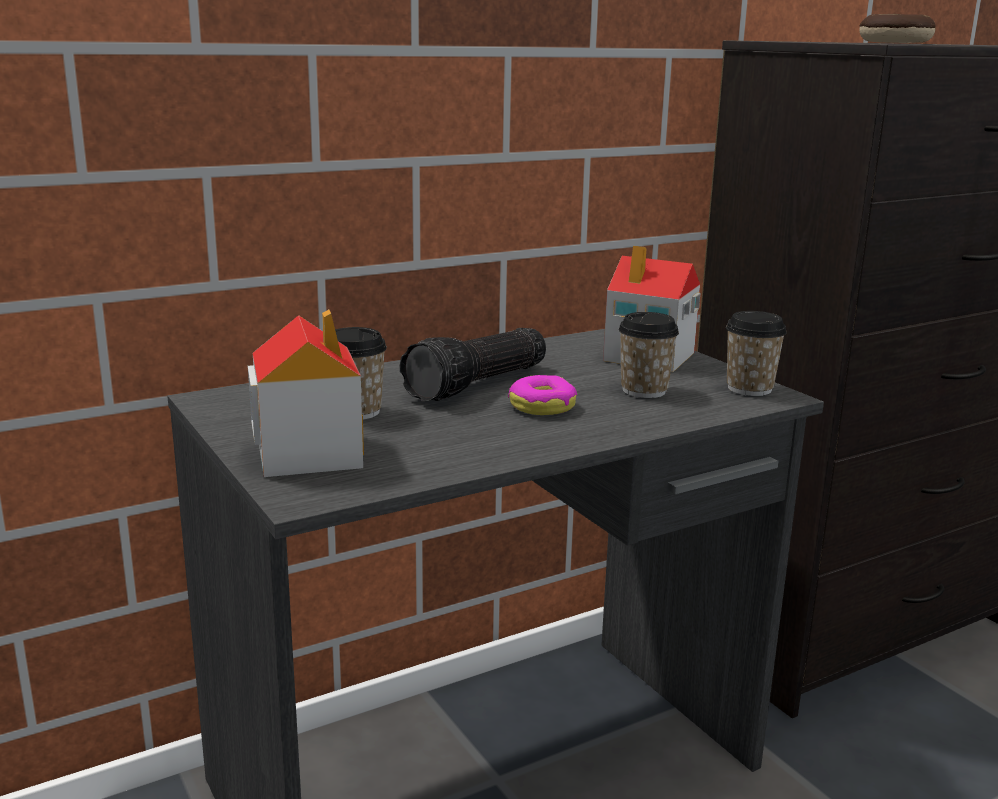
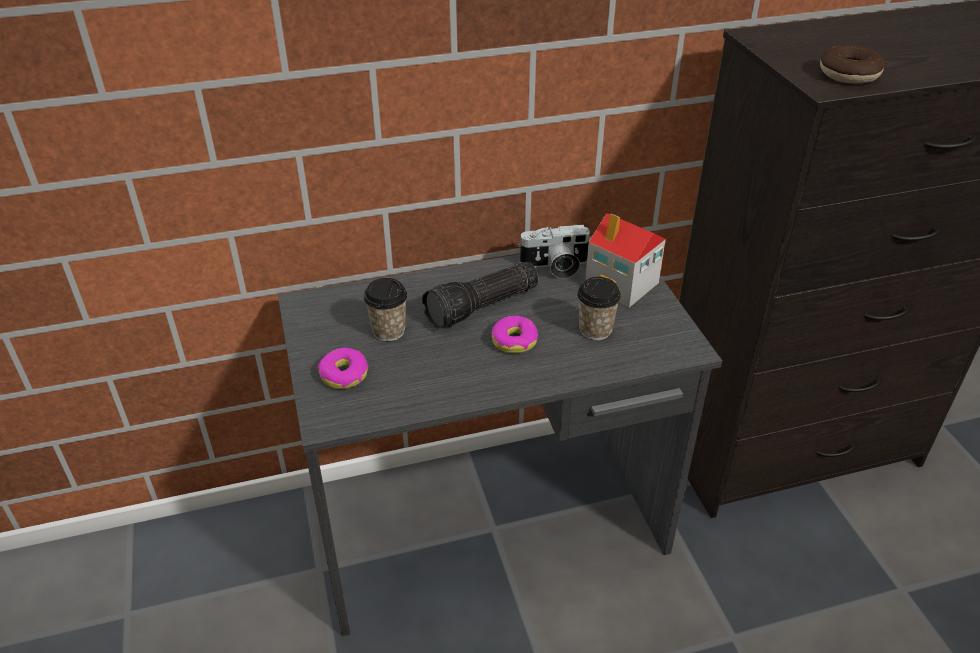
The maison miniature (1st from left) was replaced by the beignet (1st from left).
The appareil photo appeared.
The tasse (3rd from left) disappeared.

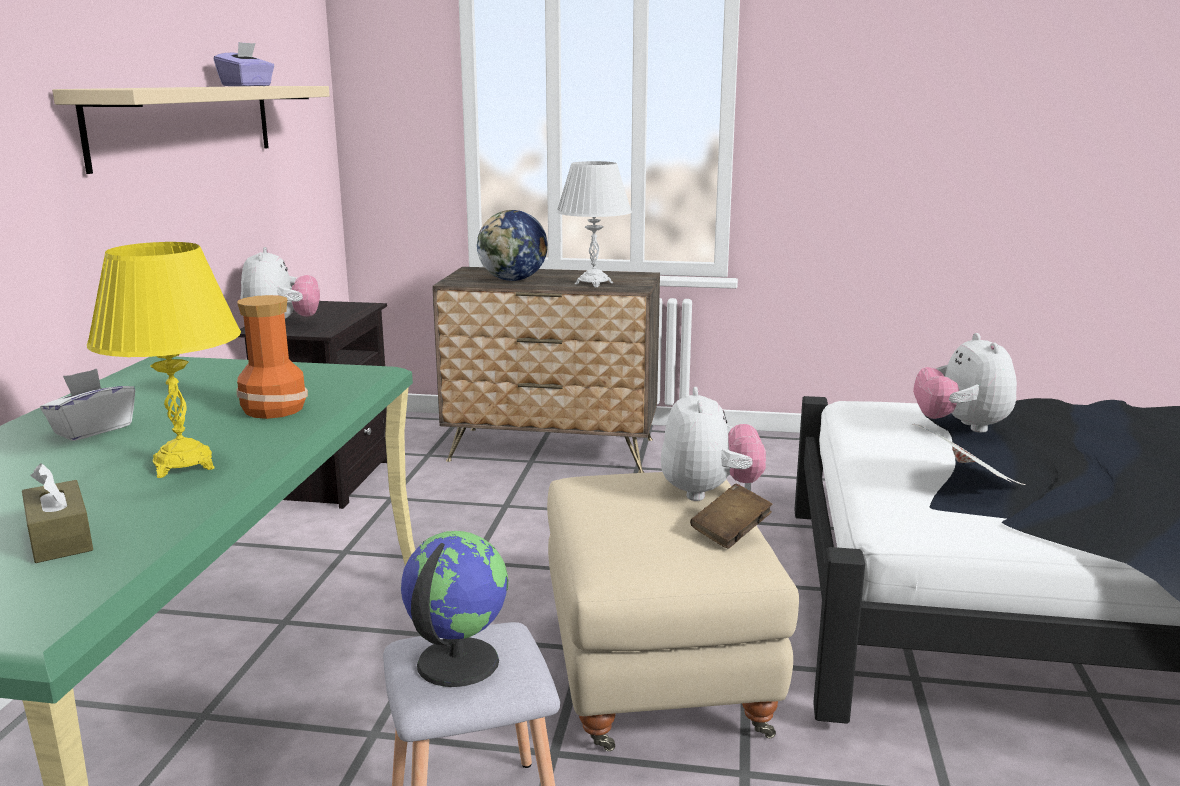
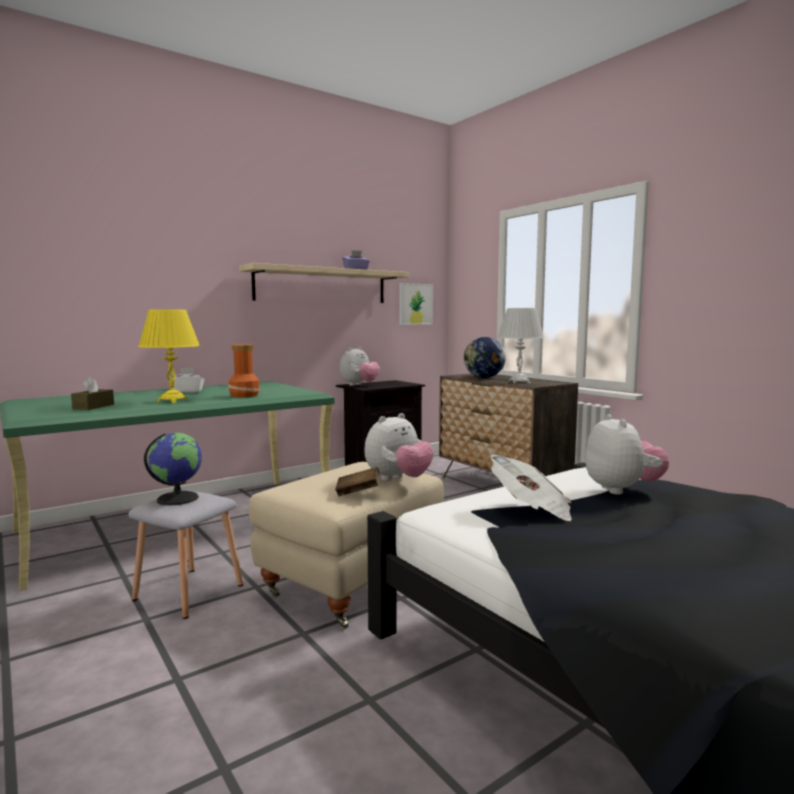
The tableau appeared.
The peluche (3rd from left) turned 135 degrees clockwise.

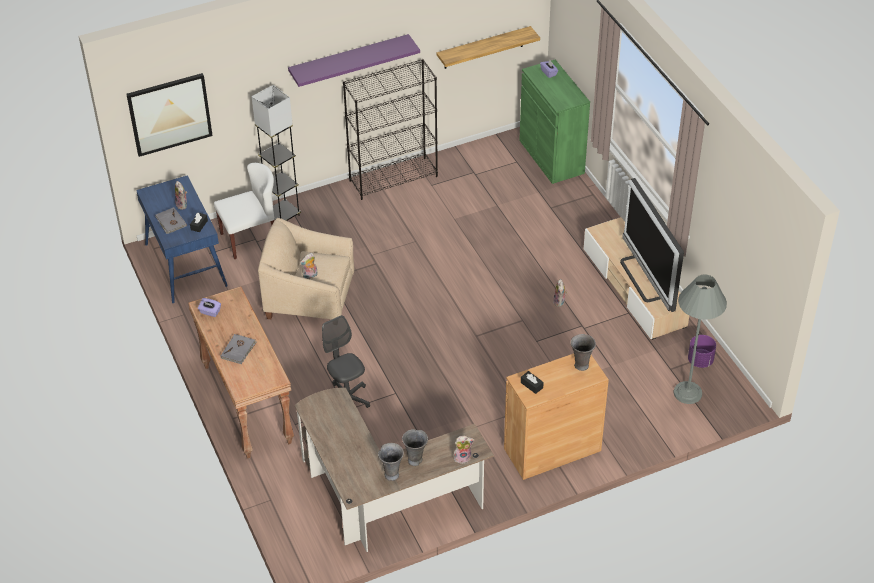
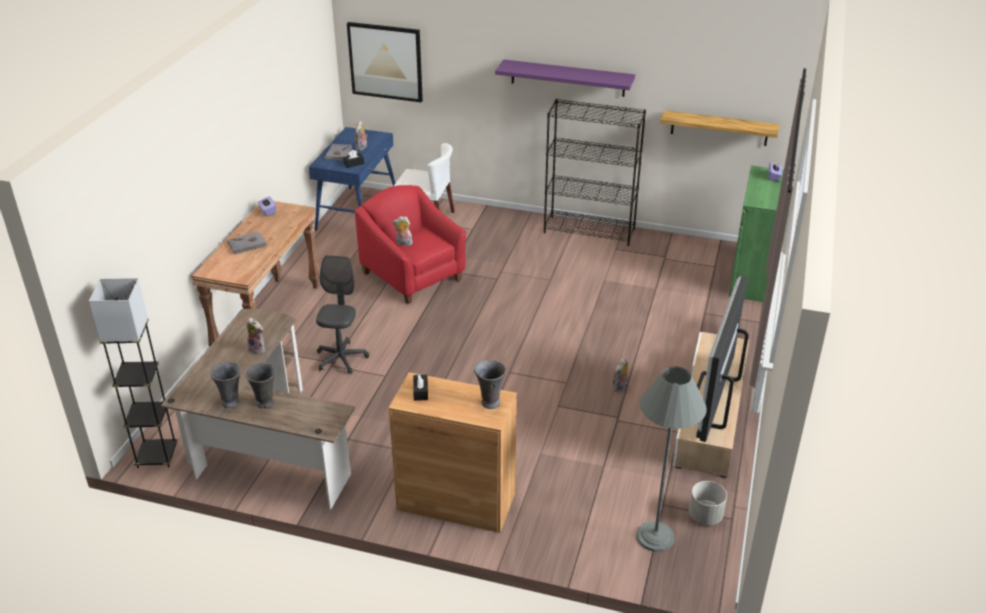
The lampadaire (gris) (1st from left) moved.
The peluche (3rd from left in the first image) moved.
The fauteuil (beige) became the fauteuil (rouge).
The cache-pot (violet) became the cache-pot (gris).

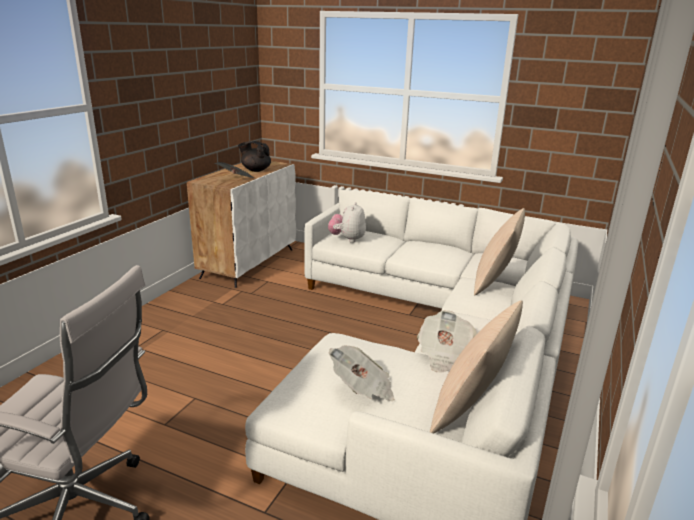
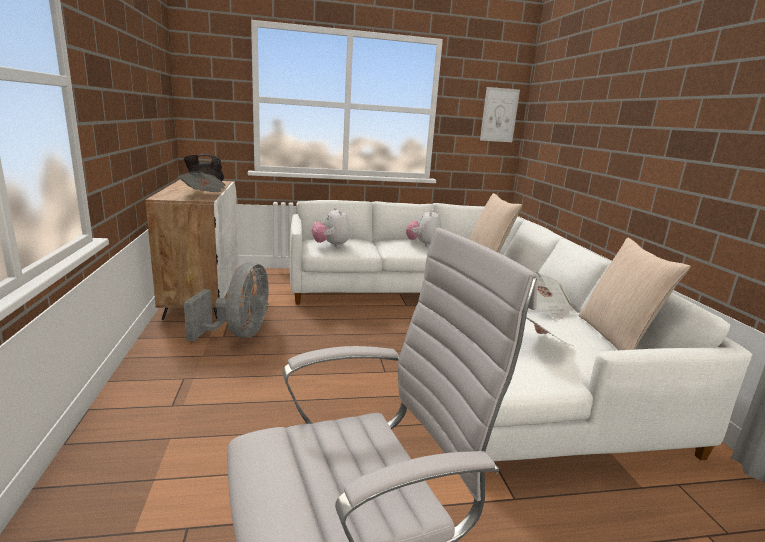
The ventilateur (gris) appeared.
The peluche (2nd from left) appeared.
The tableau appeared.

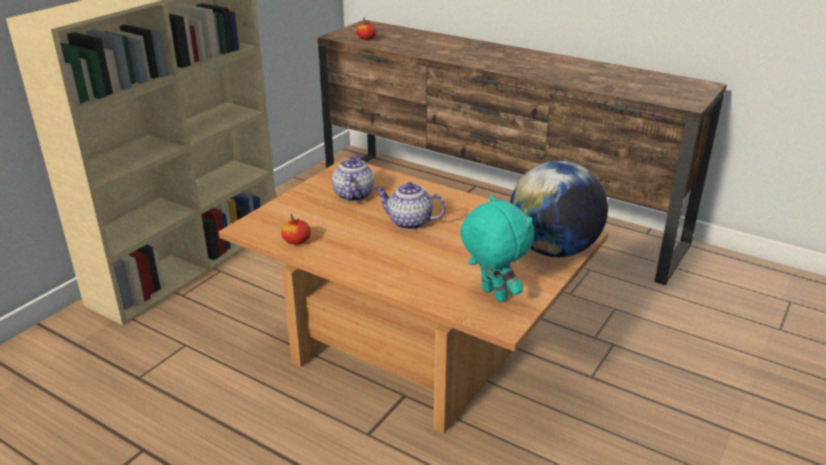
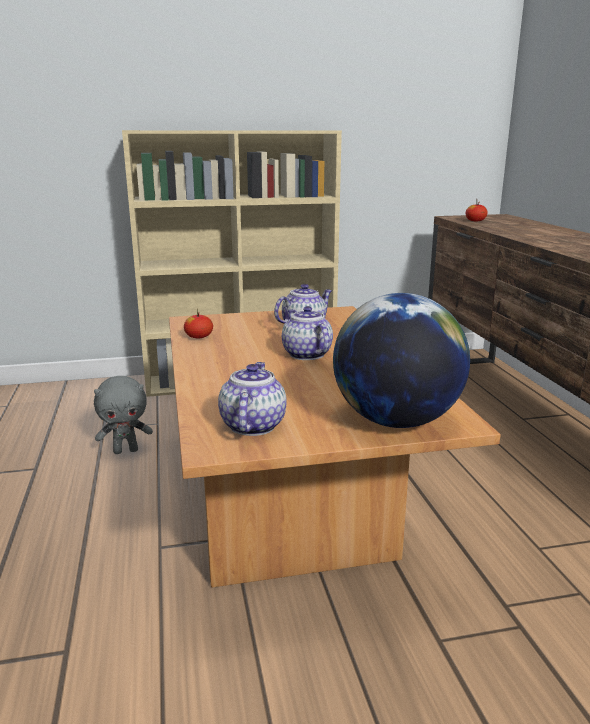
The peluche (gris) appeared.
The peluche (turquoise) was replaced by the théière (1st from left).

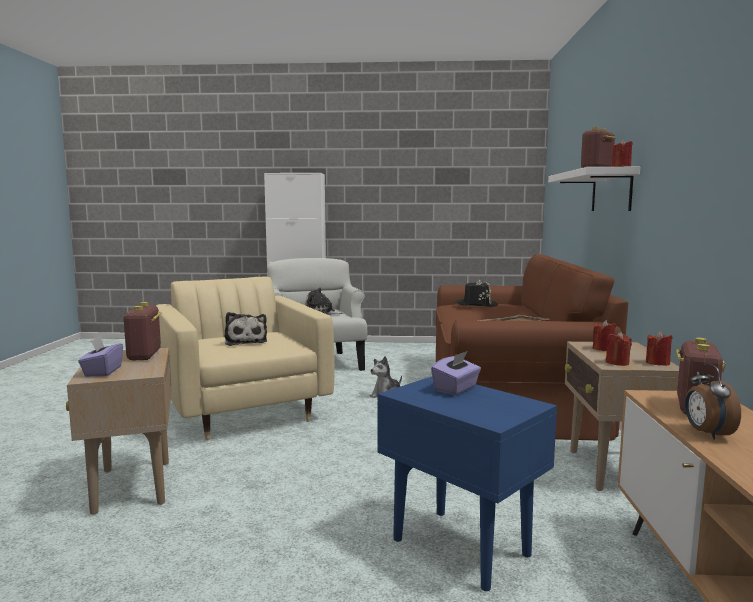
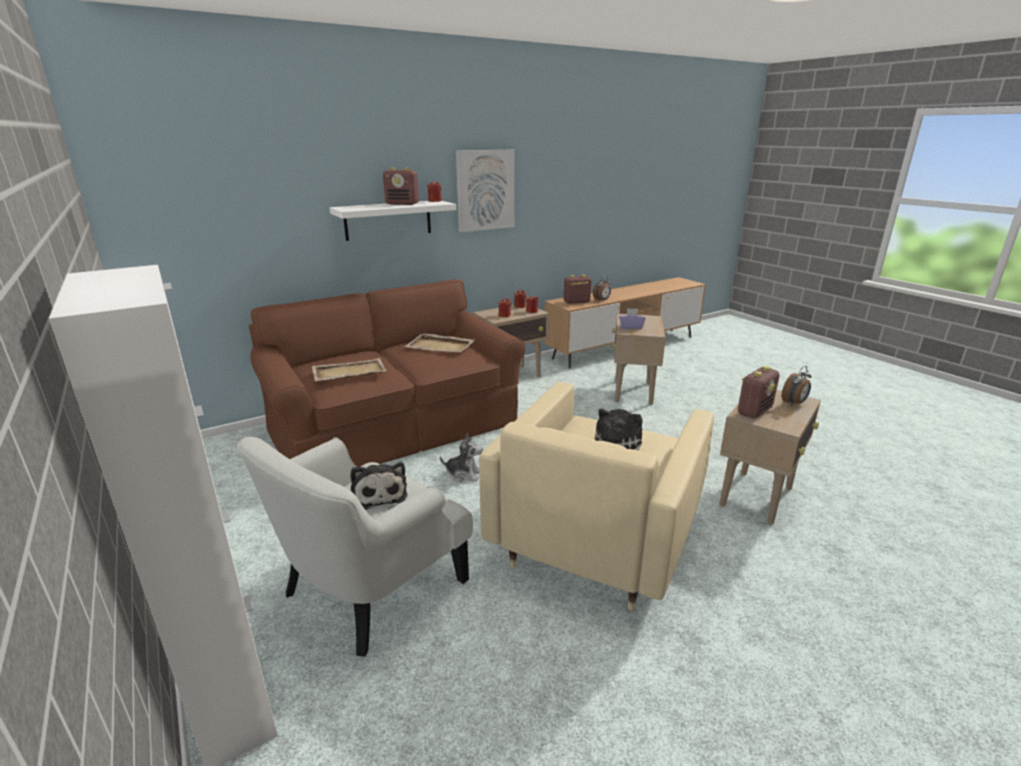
The chapeau (noir) was replaced by the plateau (beige) (1st from left).
The tableau appeared.
The table d'appoint (bleu) became the table d'appoint (beige) (2nd from left).
The boîte à mouchoirs (violet) (1st from left) was replaced by the réveil (2nd from left).

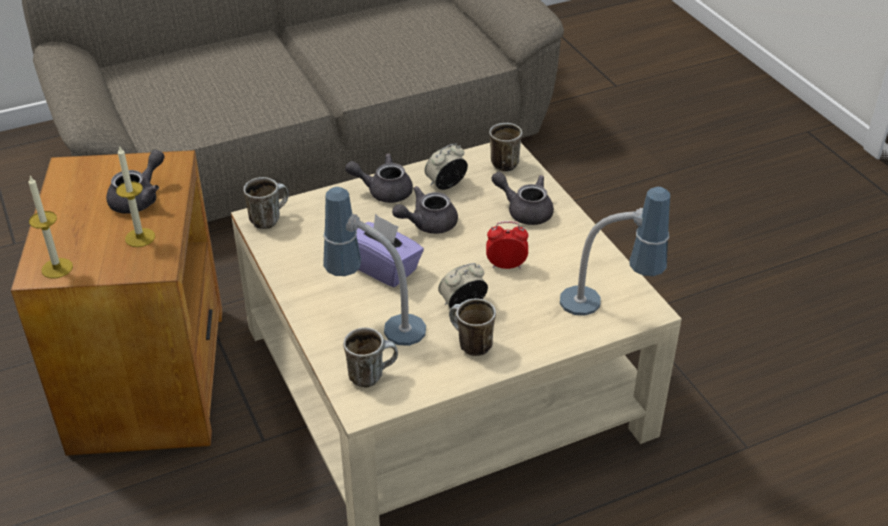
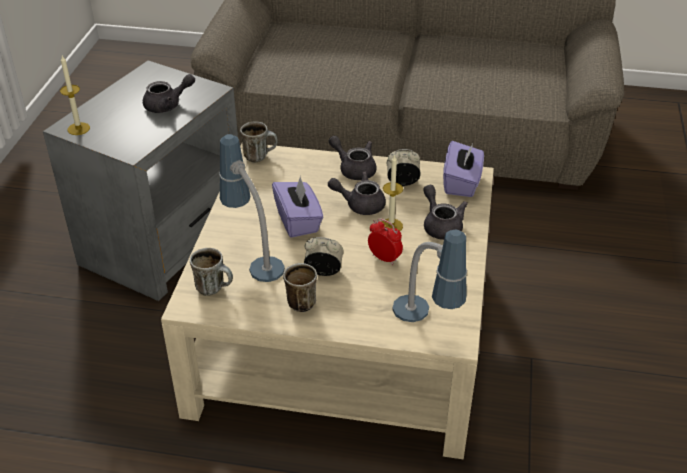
The table d'appoint (marron) became the table d'appoint (gris).
The bougie (2nd from left) moved.
The mug (4th from left) was replaced by the boîte à mouchoirs (violet) (2nd from left).

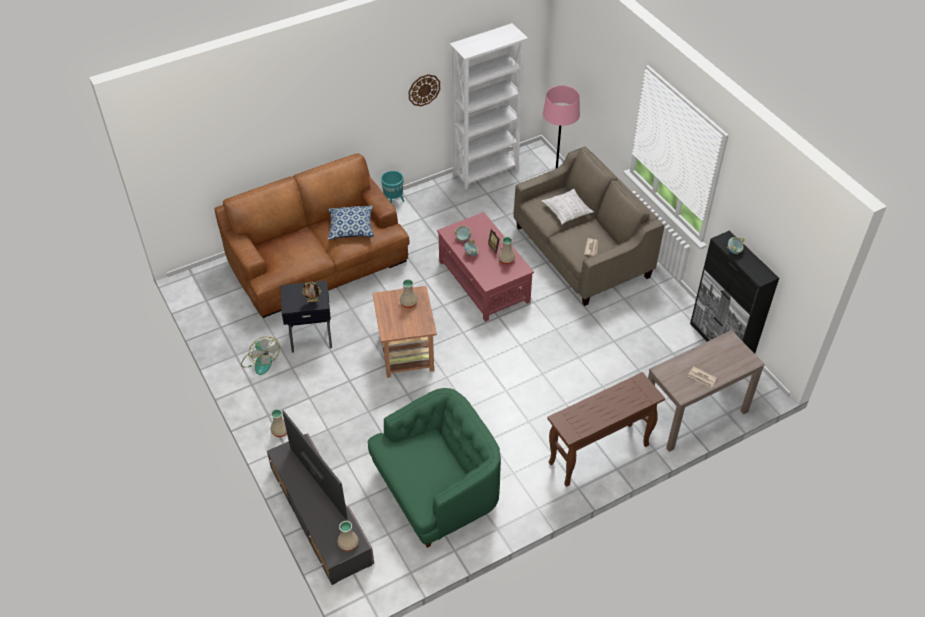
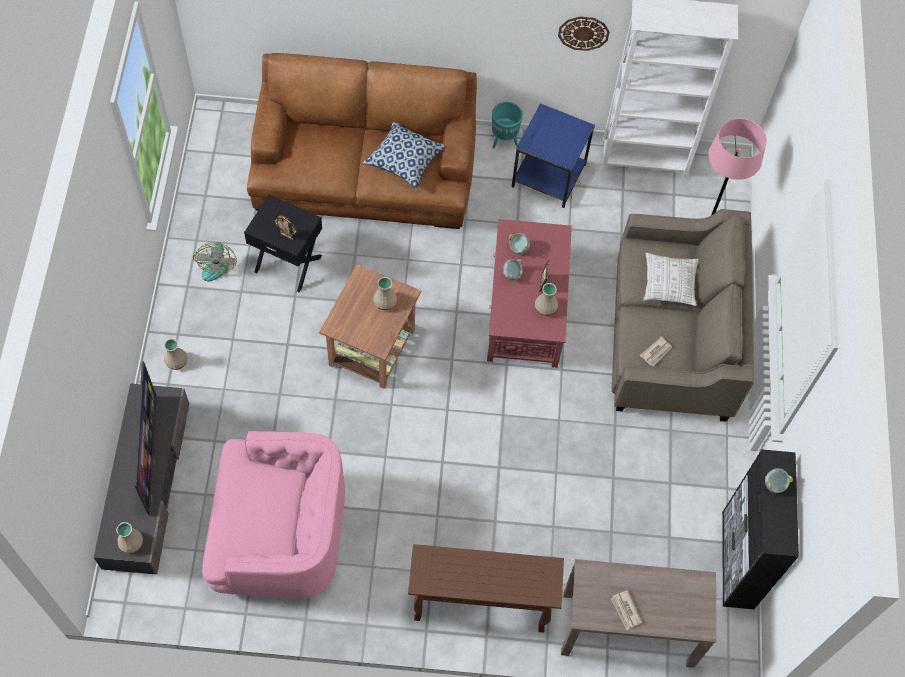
The fauteuil (vert) became the fauteuil (rose).
The table d'appoint (bleu) appeared.

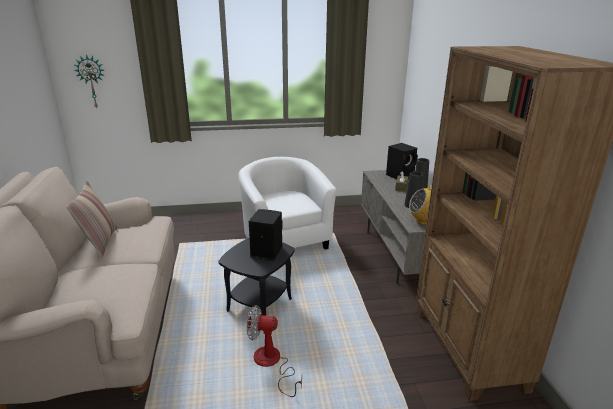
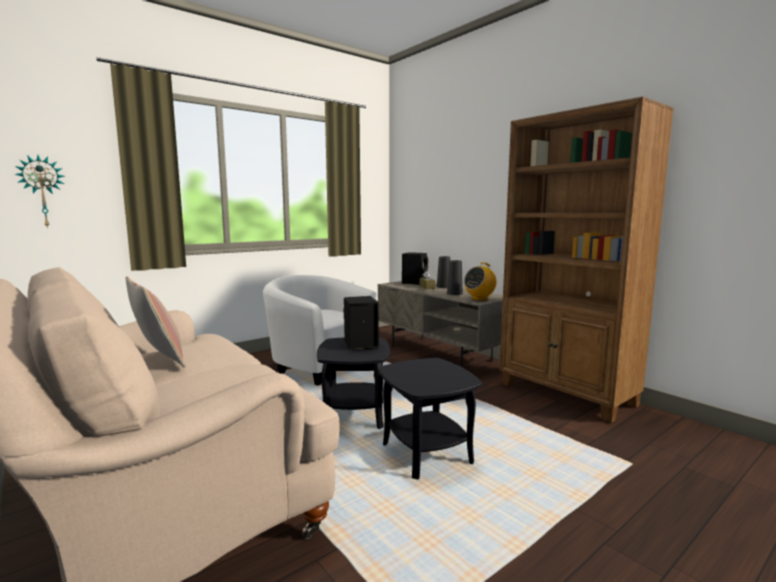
The ventilateur was replaced by the table d'appoint (noir) (2nd from left).

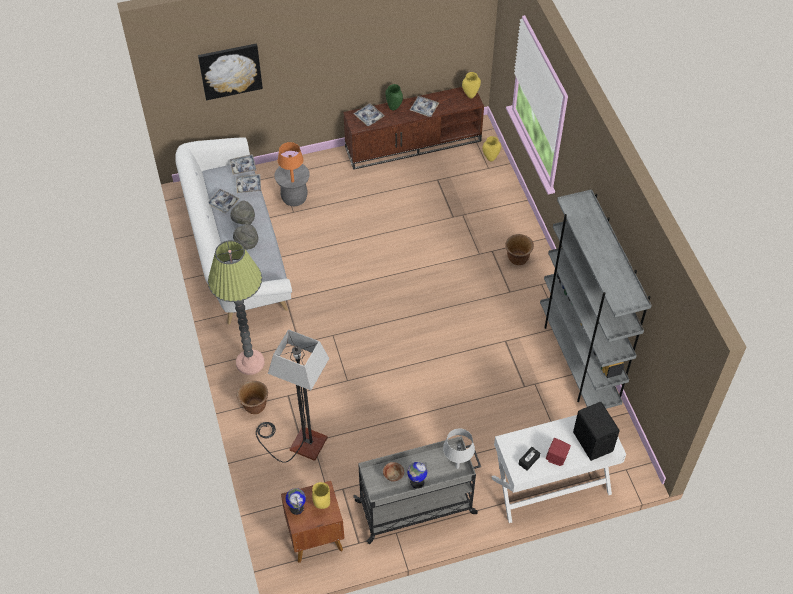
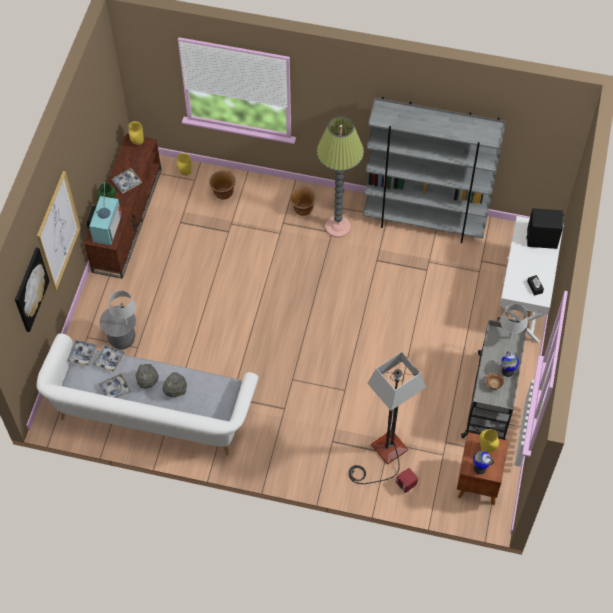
The tableau (2nd from left) appeared.
The plateau (4th from left) was replaced by the téléviseur.
The lampe de table (orange) became the lampe de table (gris) (1st from left).
The cache-pot (marron) (1st from left) moved.
The lampadaire (1st from left) moved.
The enceinte (rouge) moved.

